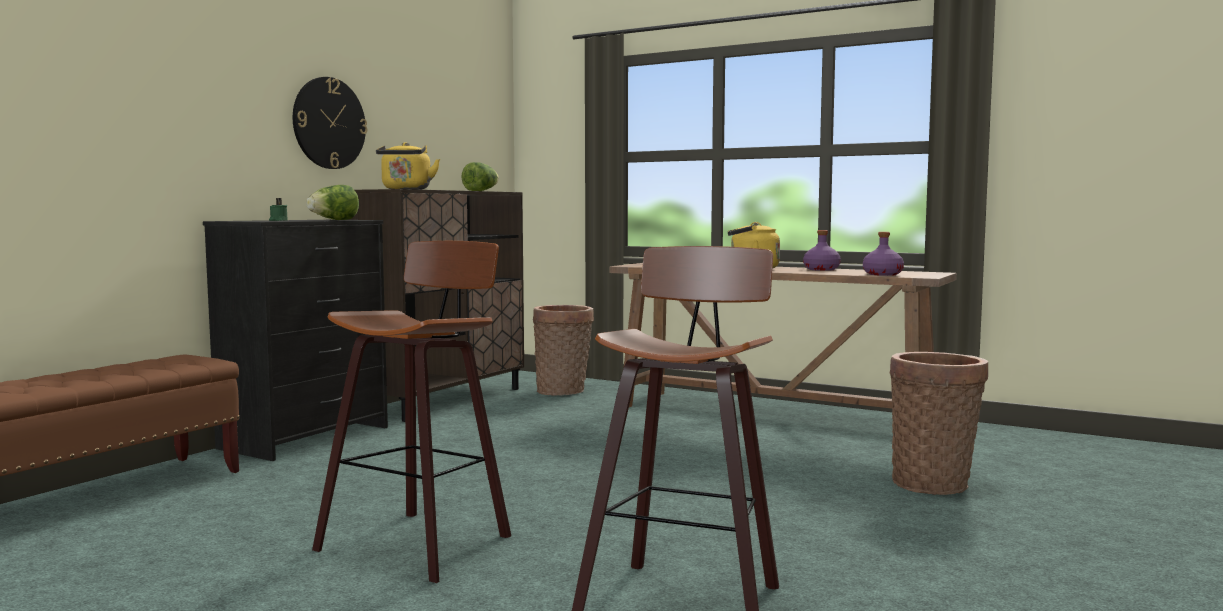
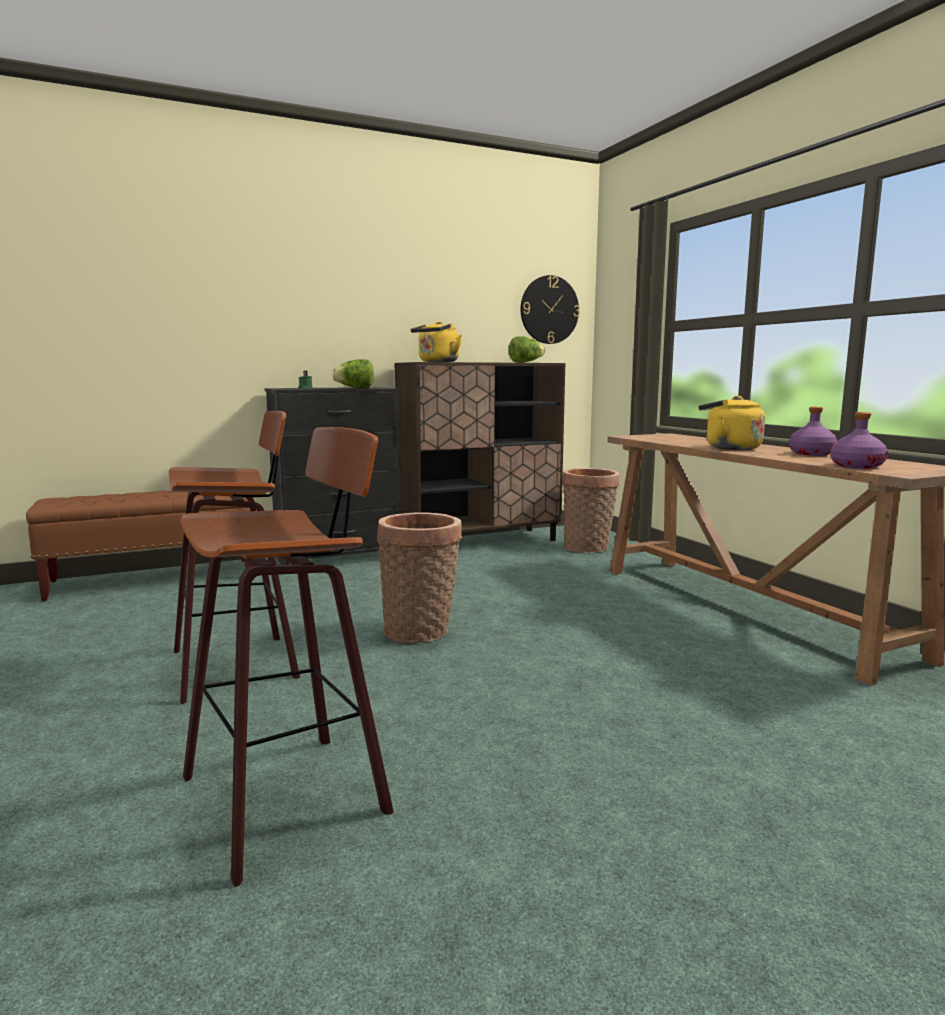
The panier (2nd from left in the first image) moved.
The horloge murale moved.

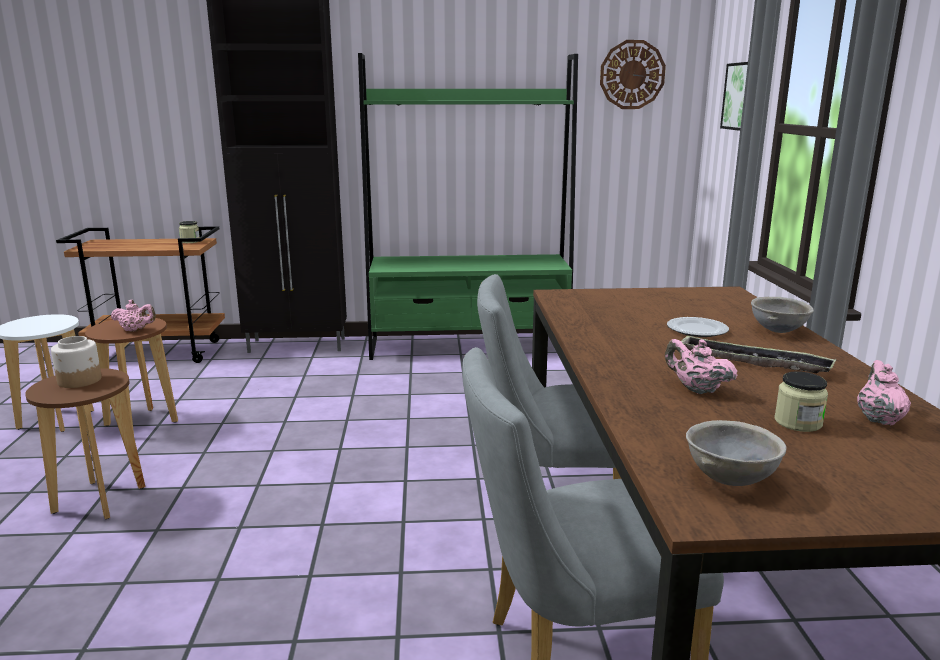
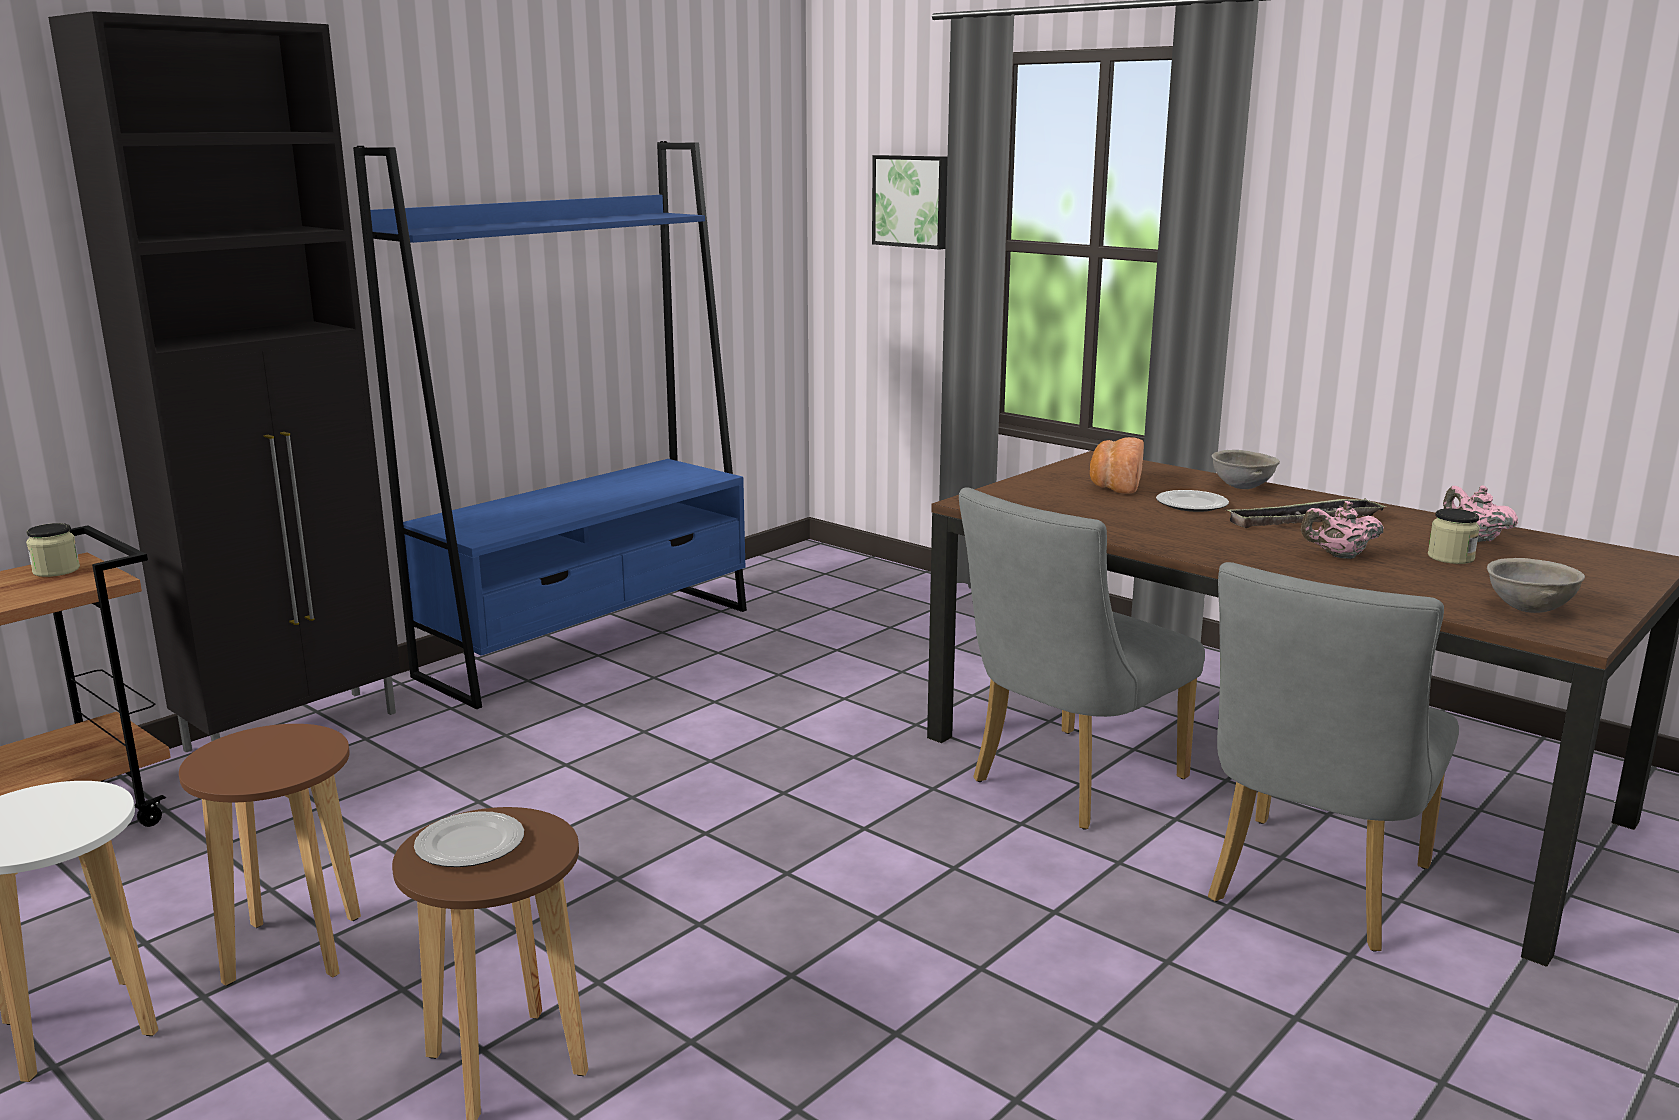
The bibliothèque (vert) became the bibliothèque (bleu).
The bocal (1st from left) was replaced by the assiette (1st from left).
The pain appeared.
The théière (rose) (1st from left) disappeared.
The horloge murale disappeared.

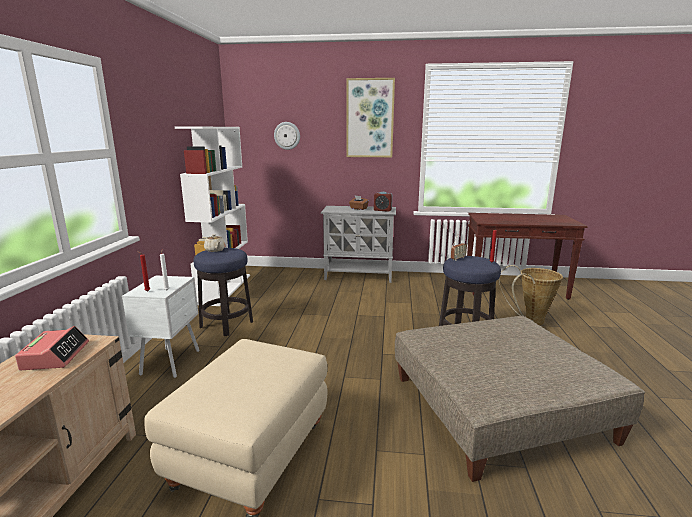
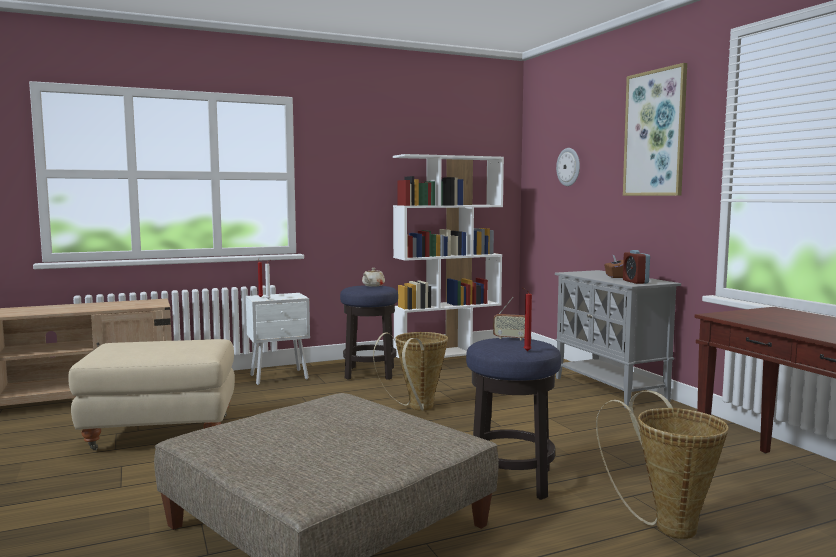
The panier (1st from left) appeared.
The réveil (1st from left) disappeared.

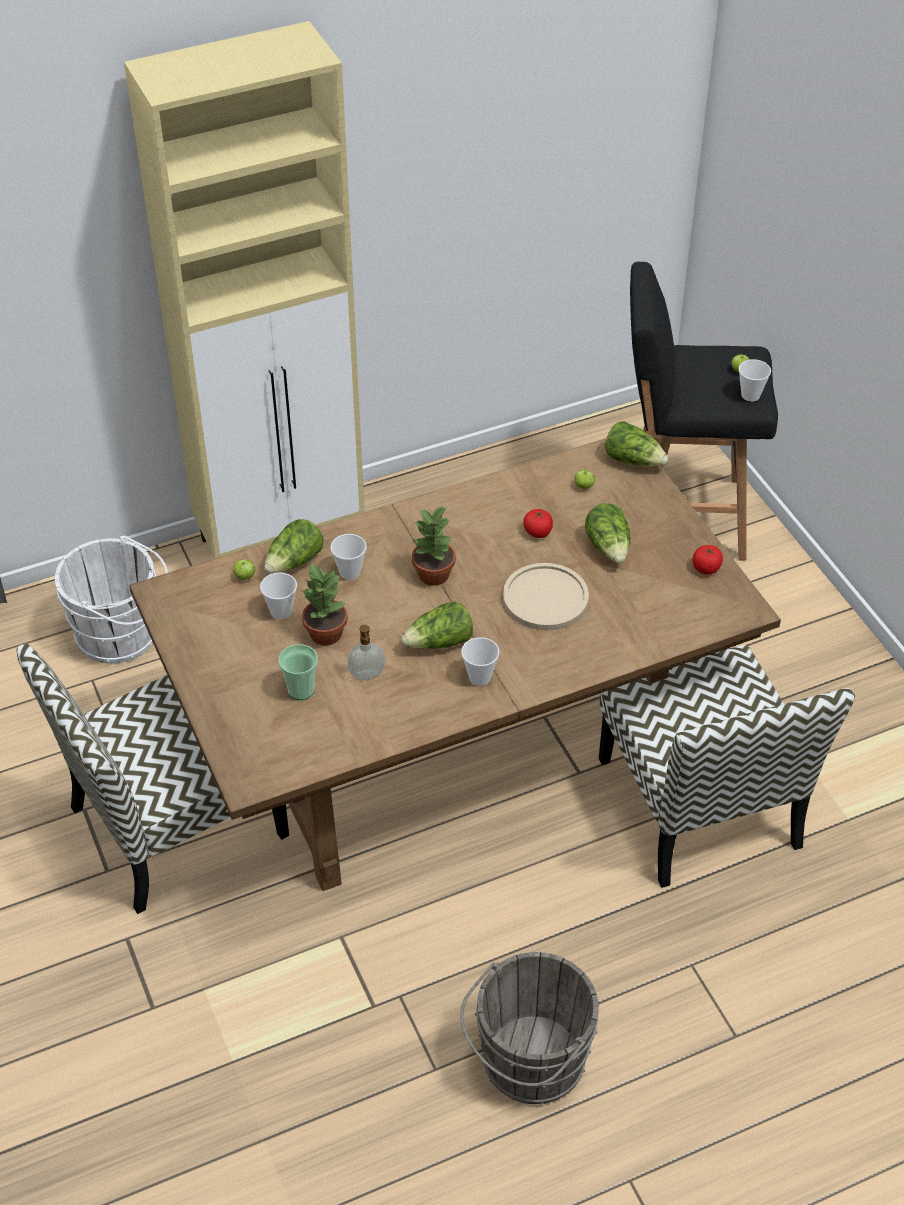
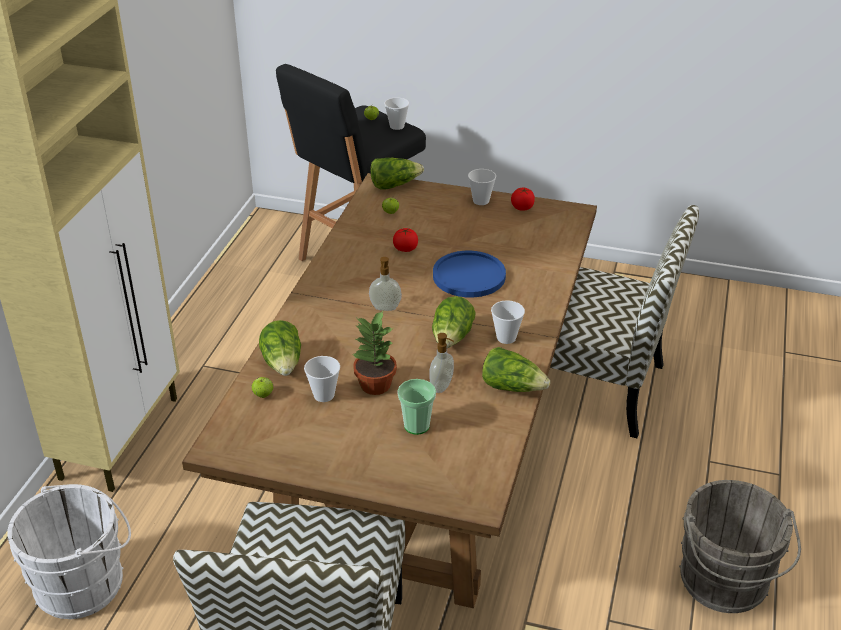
The plante en pot (2nd from left) was replaced by the distributeur de savon (1st from left).
The assiette (beige) became the assiette (bleu).
The tasse (3rd from left in the first image) moved.
The laitue (3rd from left in the first image) moved.

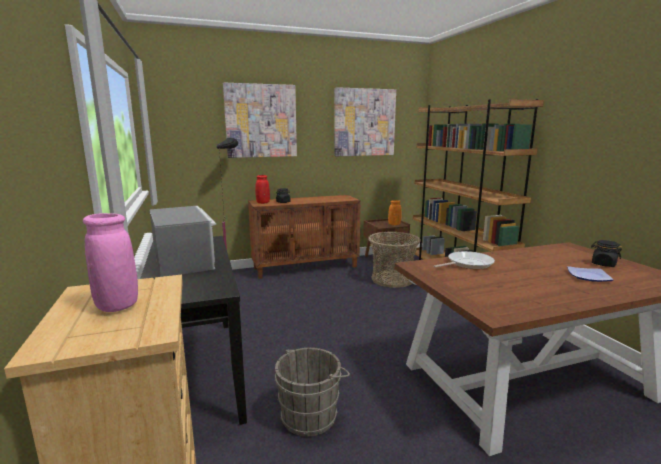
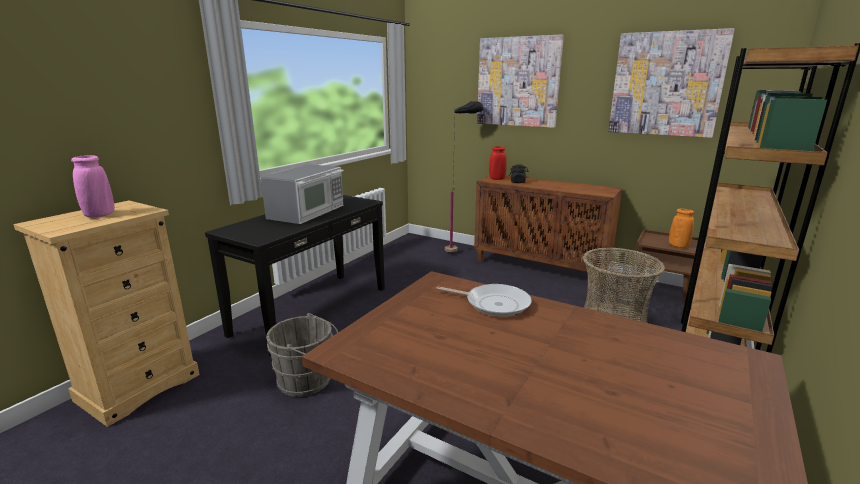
The assiette disappeared.
The bocal (noir) (2nd from left) disappeared.

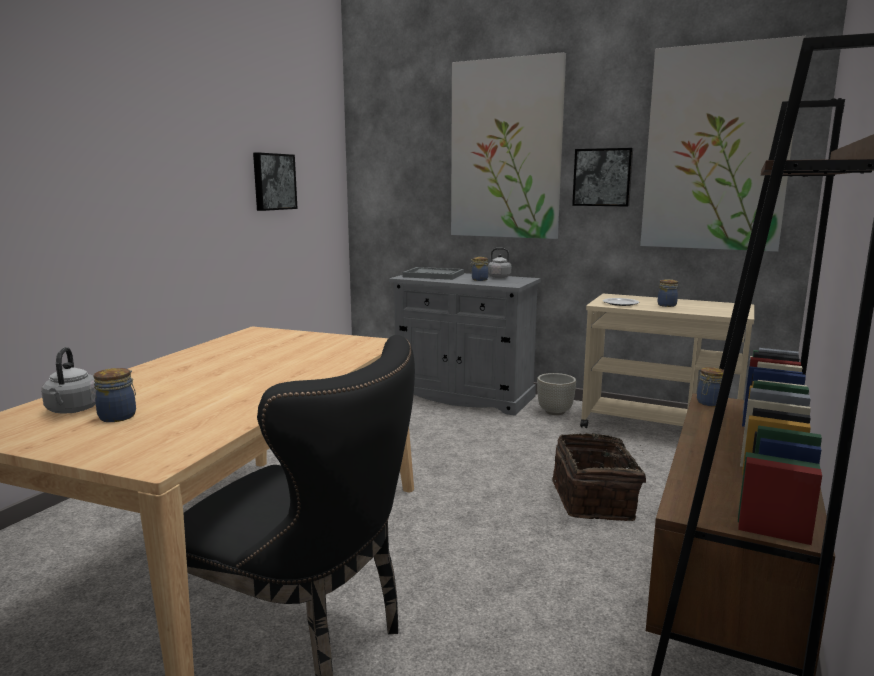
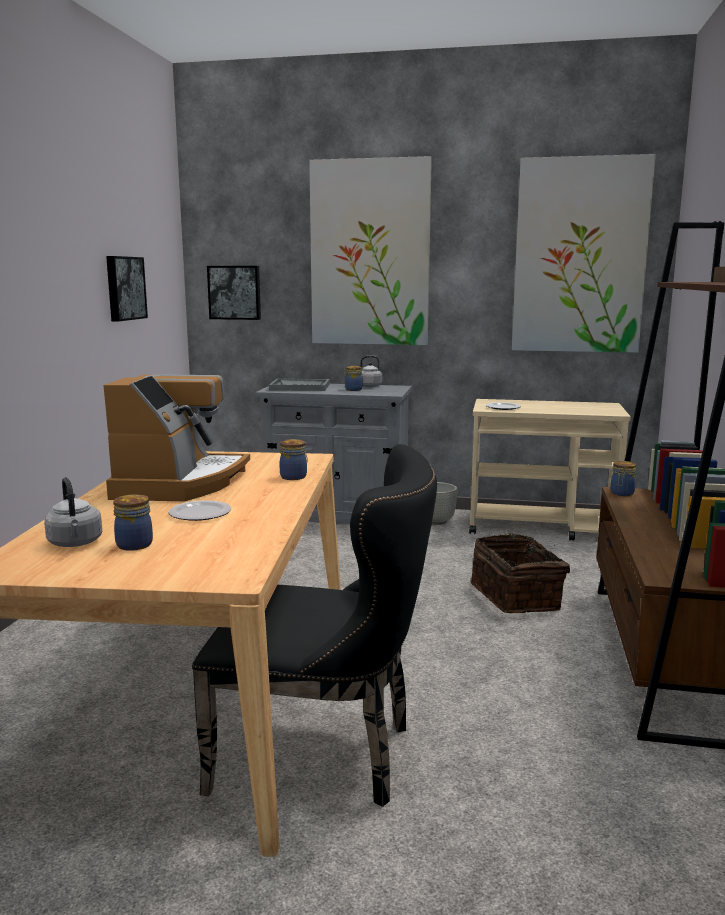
The machine à café appeared.
The assiette (1st from left) appeared.
The tableau (3rd from left in the first image) moved.
The bocal (3rd from left in the first image) moved.

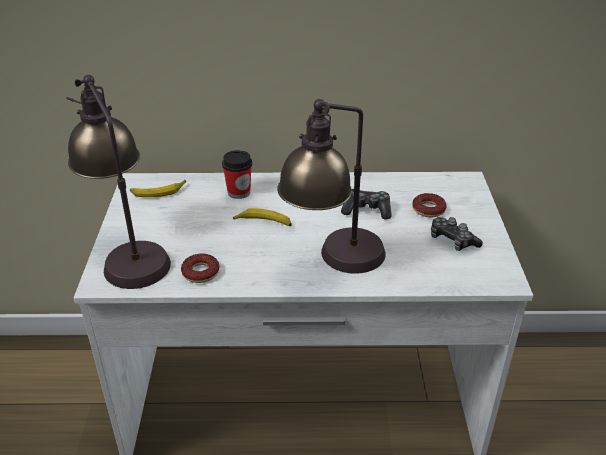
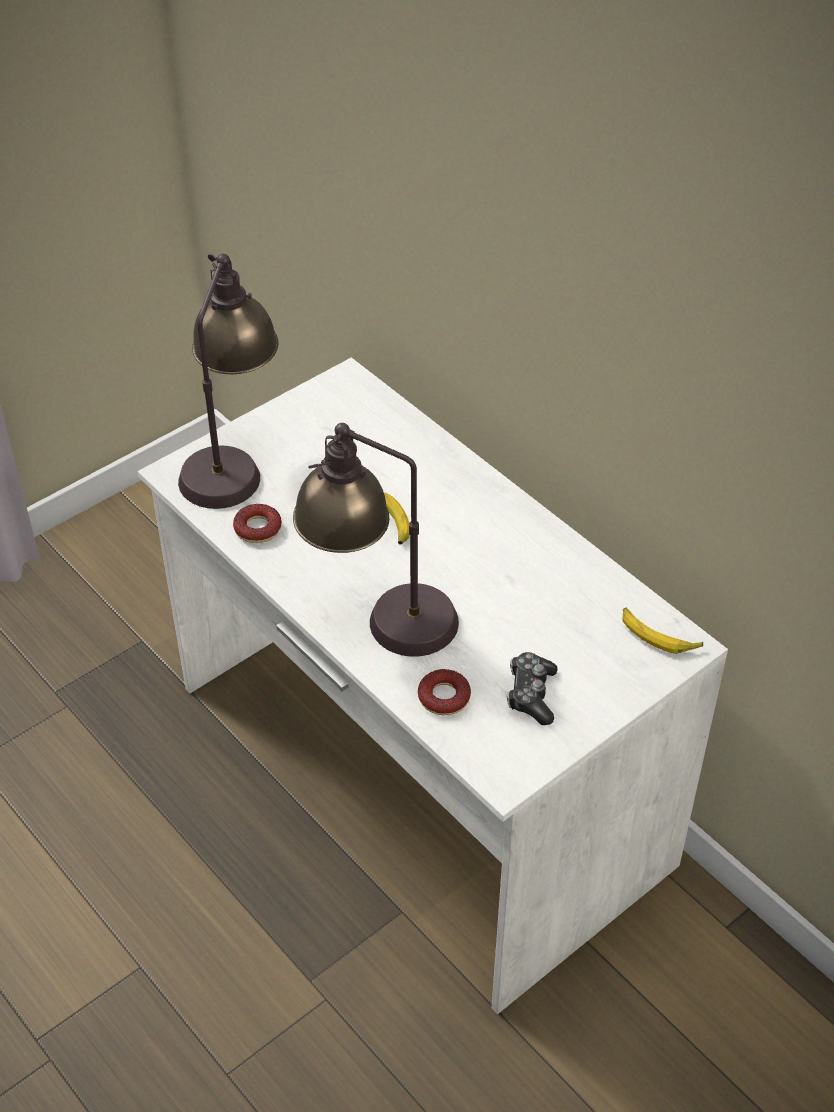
The beignet (2nd from left) moved.
The banane (1st from left in the first image) moved.
The tasse disappeared.
The manette (1st from left) disappeared.

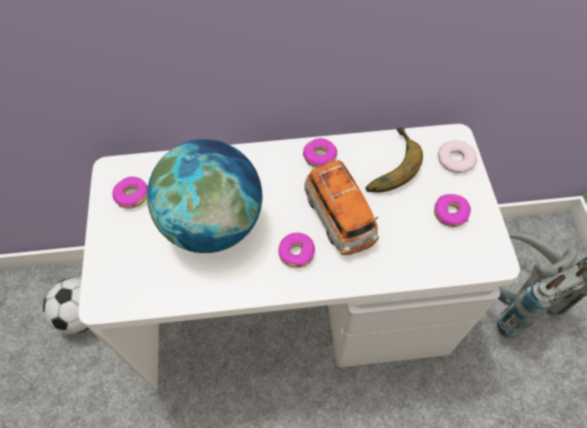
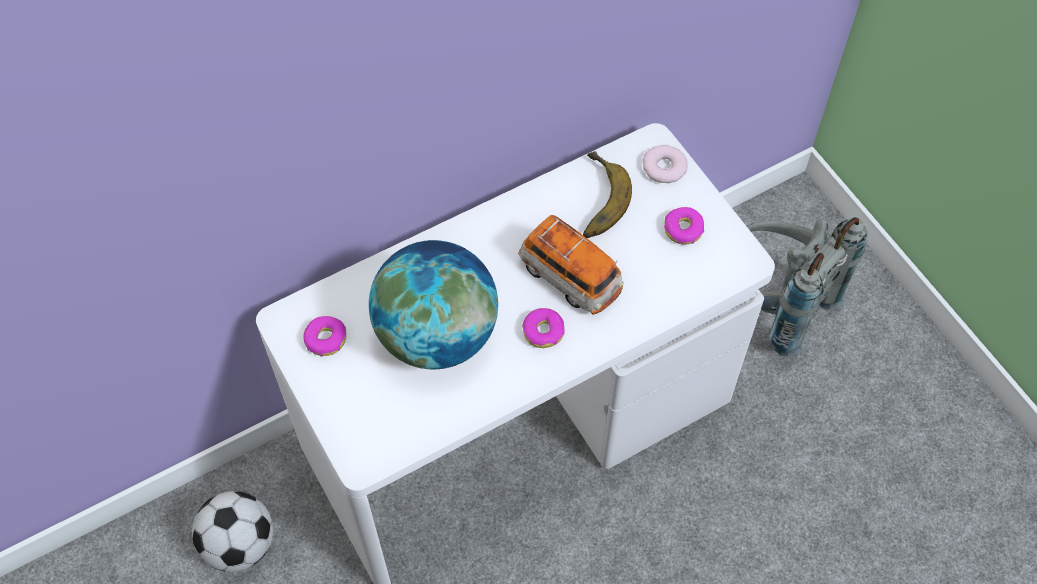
The beignet (3rd from left) disappeared.

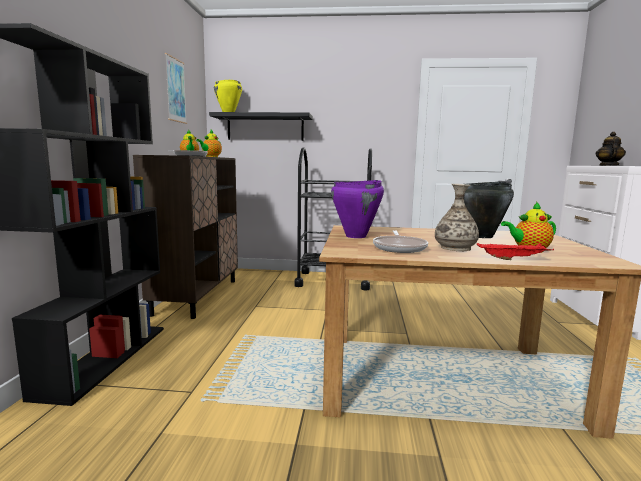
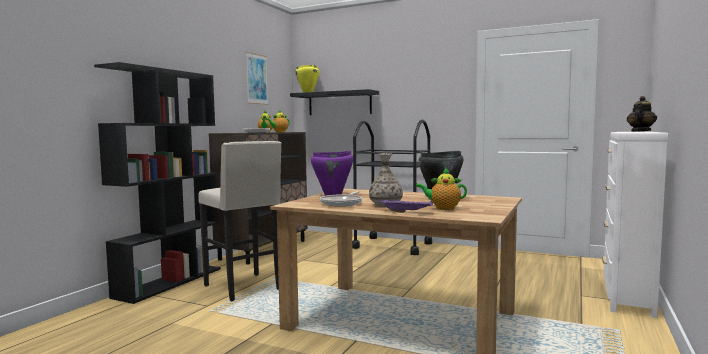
The tabouret (beige) appeared.
The plateau (rouge) became the plateau (violet).

